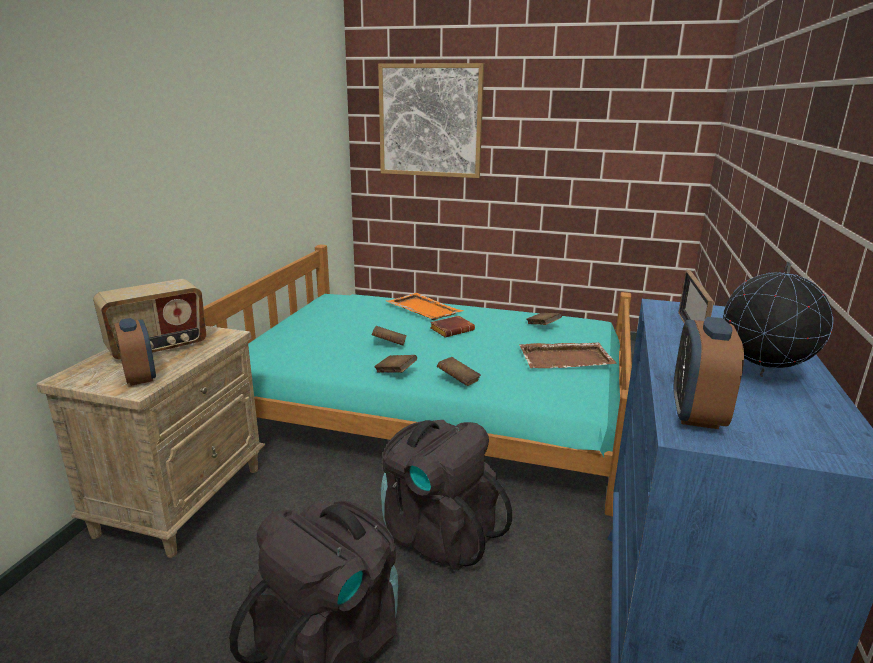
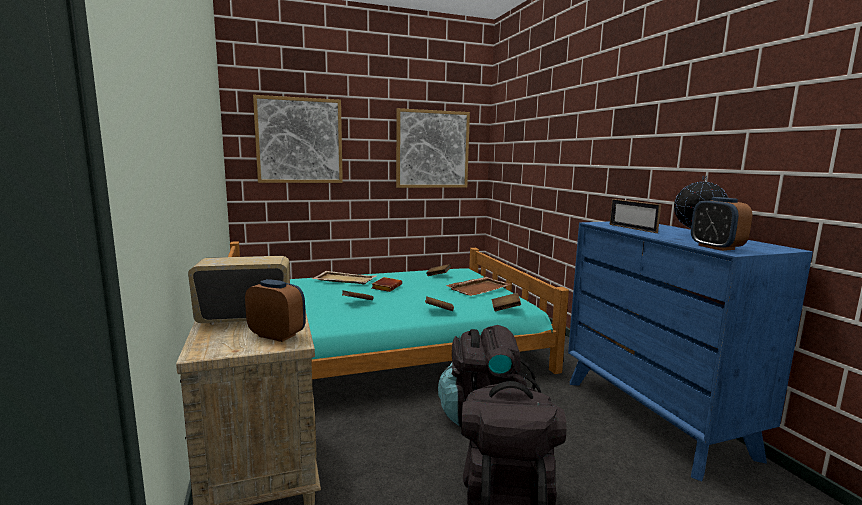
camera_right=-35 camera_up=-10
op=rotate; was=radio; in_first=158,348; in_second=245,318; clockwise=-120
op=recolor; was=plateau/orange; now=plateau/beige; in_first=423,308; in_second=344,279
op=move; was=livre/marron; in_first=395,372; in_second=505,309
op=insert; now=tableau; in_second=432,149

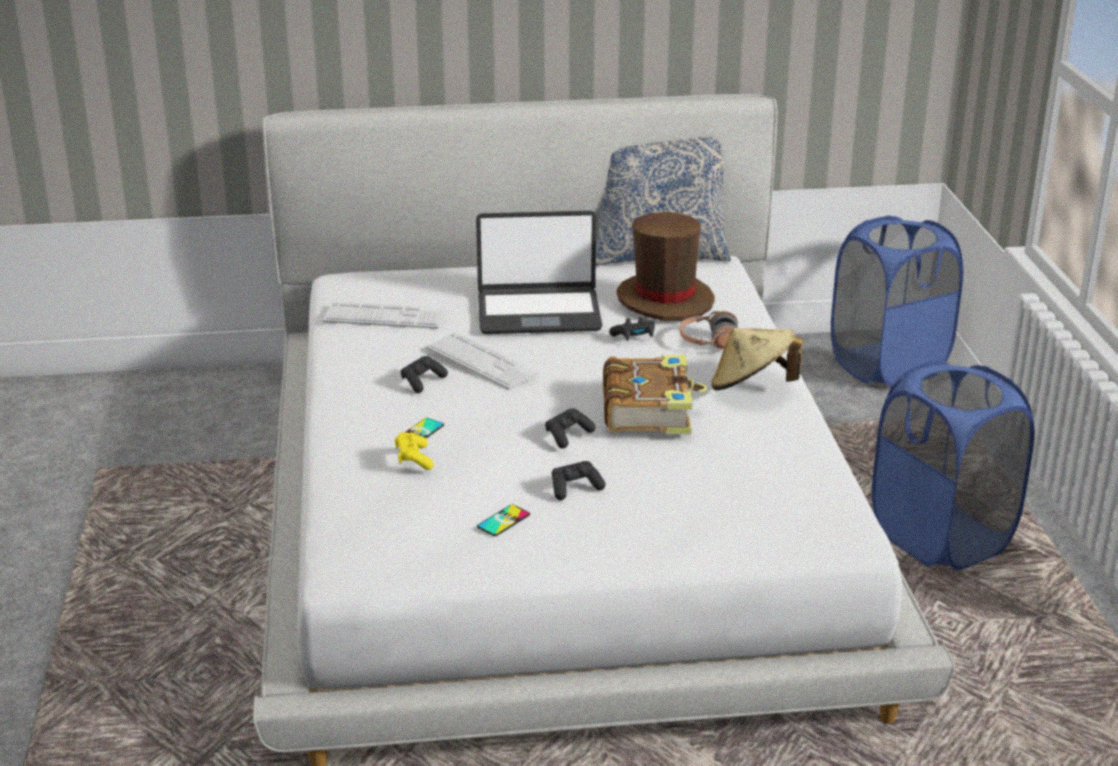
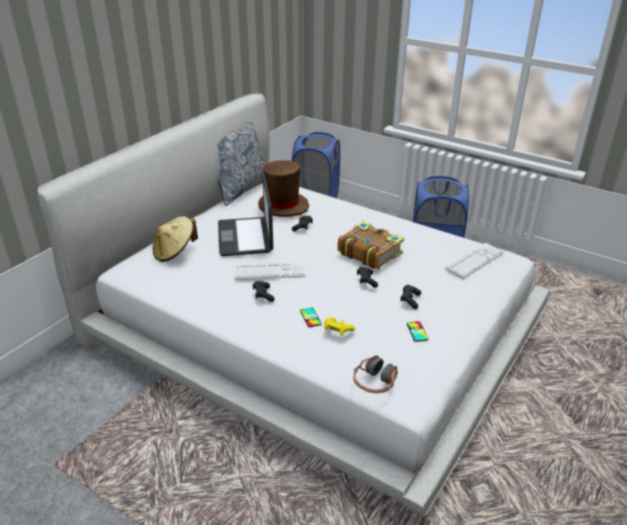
camera_right=-50 camera_up=5
op=rotate; was=ordinateur portable; in_first=538,313; in_second=246,237; clockwise=135
op=move; was=clavier; in_first=384,317; in_second=474,261
op=move; was=casque audio; in_first=708,342; in_second=374,382
op=move; was=chapeau/beige; in_first=751,387; in_second=175,252

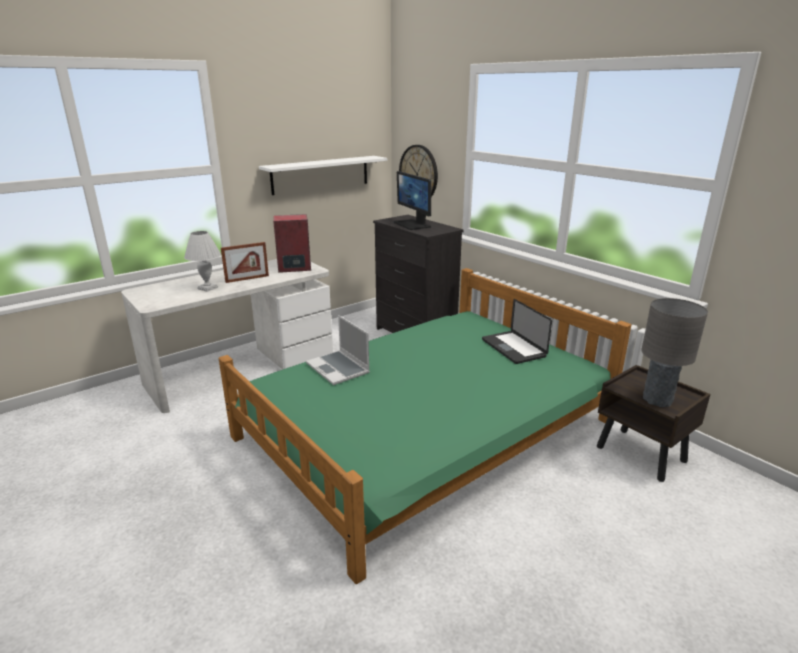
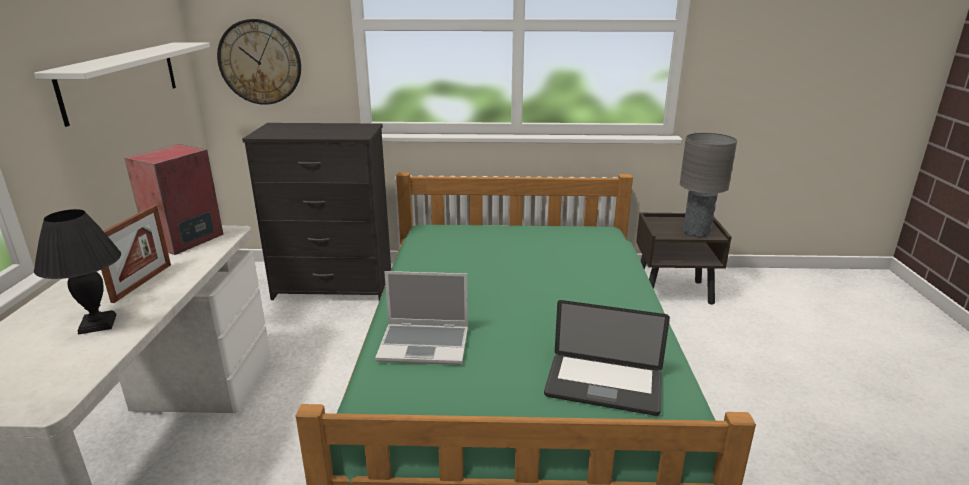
camera_right=-50 camera_up=0
op=delete; was=écran d'ordinateur; in_first=412,224
op=recolor; was=lampe de table/blanc; now=lampe de table/noir; in_first=207,288; in_second=96,324
op=move; was=ordinateur portable; in_first=513,348; in_second=603,385

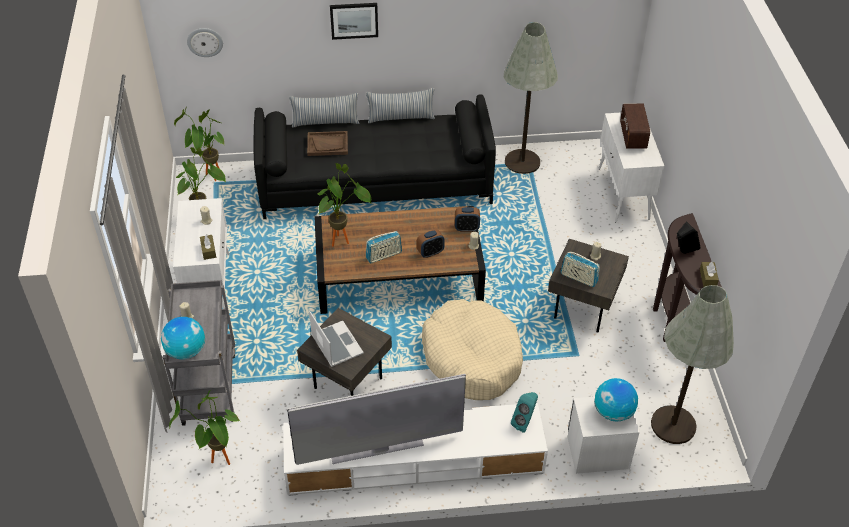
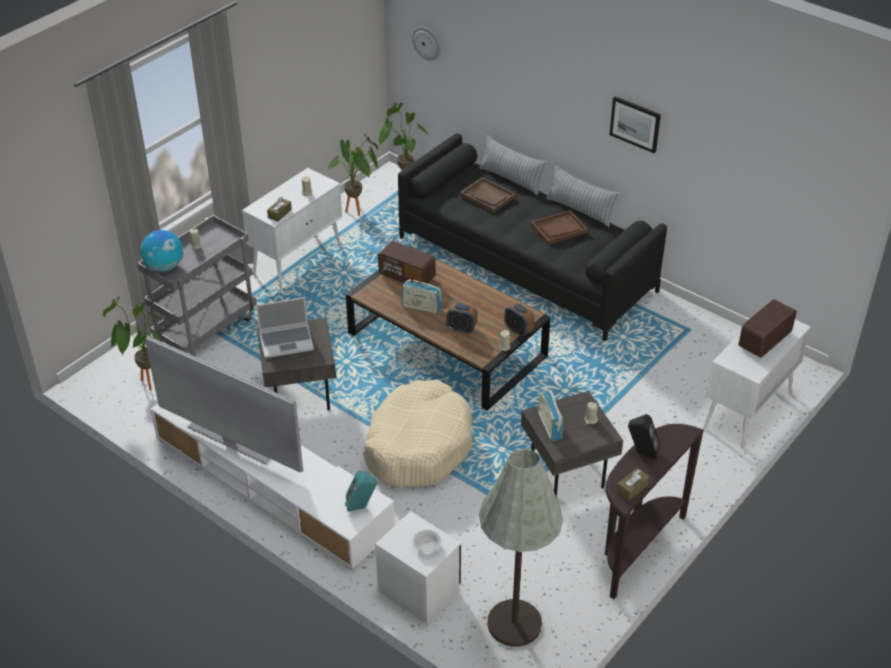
camera_right=45 camera_up=-5
op=move; was=tableau; in_first=354,20; in_second=635,124
op=delete; was=lampadaire/gris; in_first=522,162
op=replace; was=plante en pot; now=radio; in_first=343,240; in_second=407,276
op=rotate; was=ordinateur portable; in_first=336,344; in_second=287,341; clockwise=60
op=replace; was=globe; now=bol/blanc; in_first=613,412; in_second=426,546
op=insert; now=plateau/marron; in_second=558,229

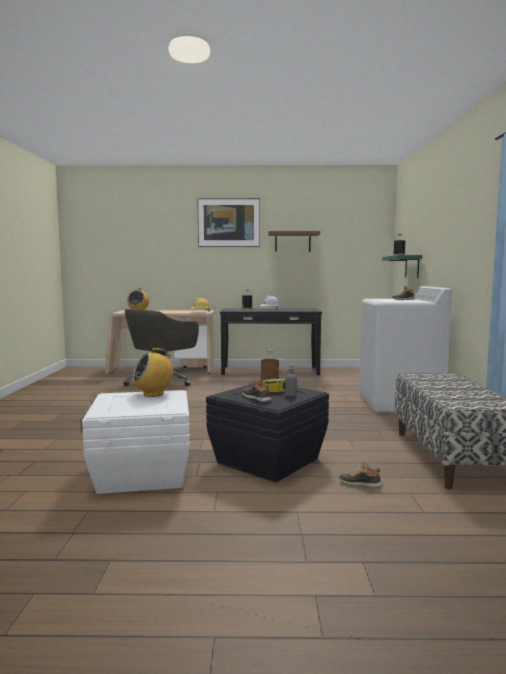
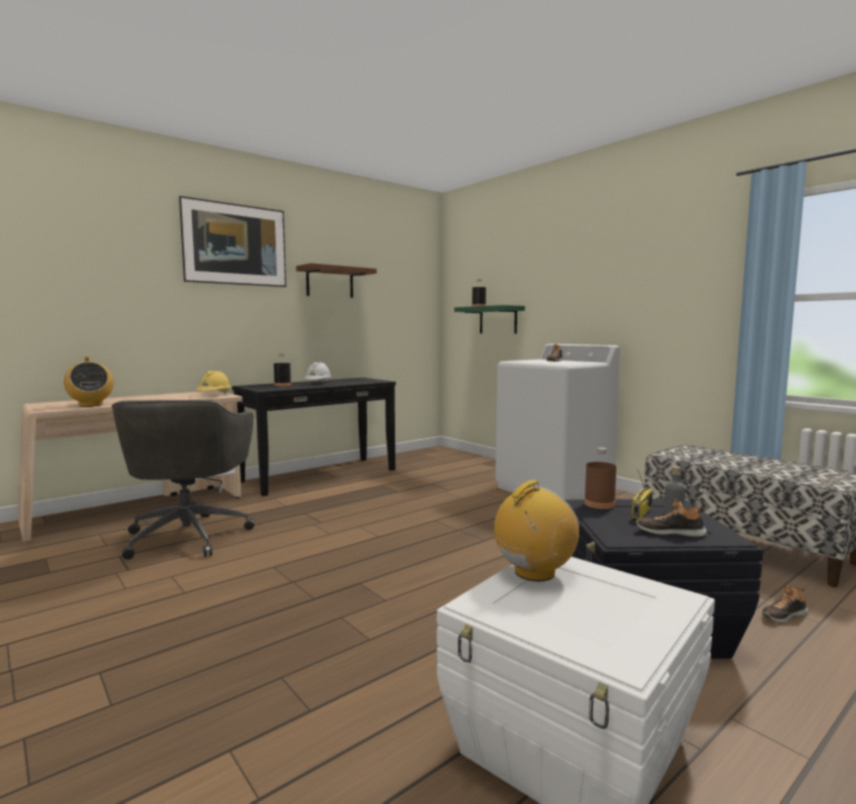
camera_right=-40 camera_up=0
op=rotate; was=radio; in_first=153,394; in_second=534,572; clockwise=-150

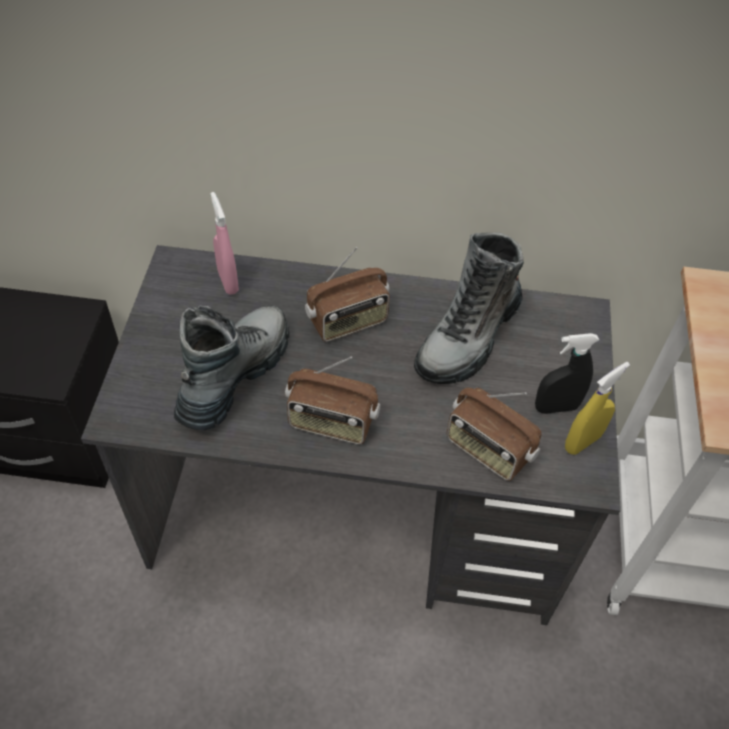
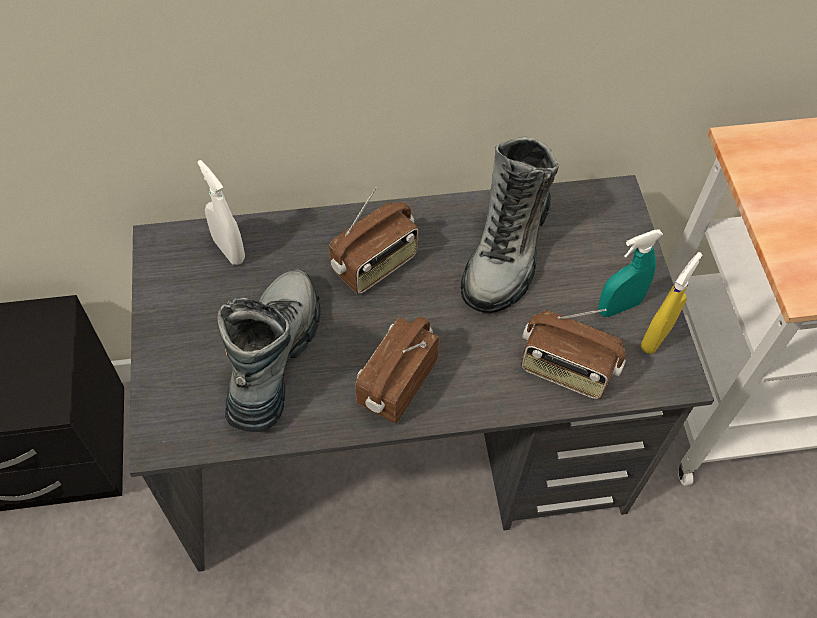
camera_right=-15 camera_up=5
op=recolor; was=vaporisateur/rose; now=vaporisateur/blanc; in_first=228,281; in_second=229,250
op=recolor; was=vaporisateur/noir; now=vaporisateur/turquoise; in_first=556,407; in_second=618,306
op=rotate; was=radio; in_first=331,423; in_second=396,383; clockwise=120

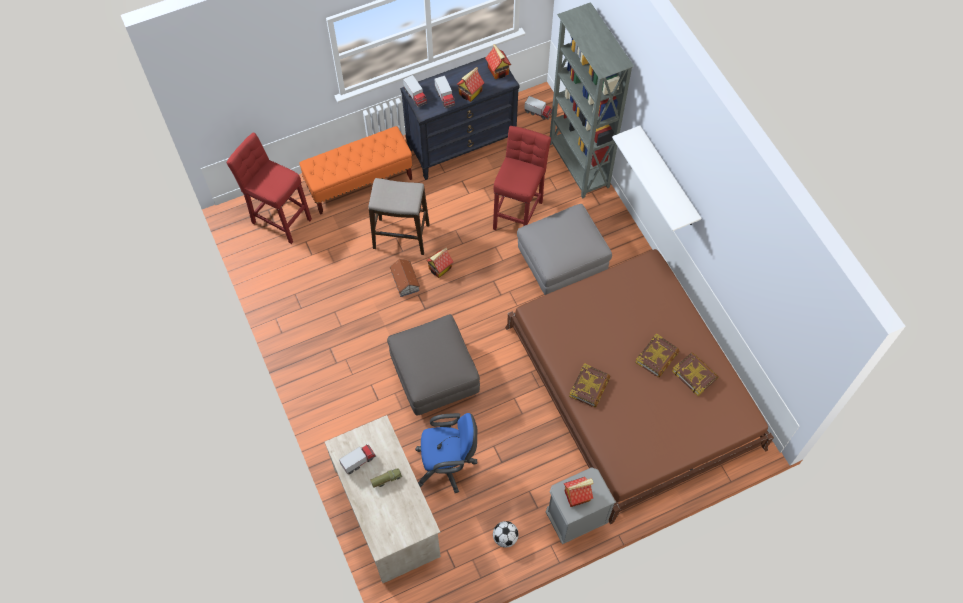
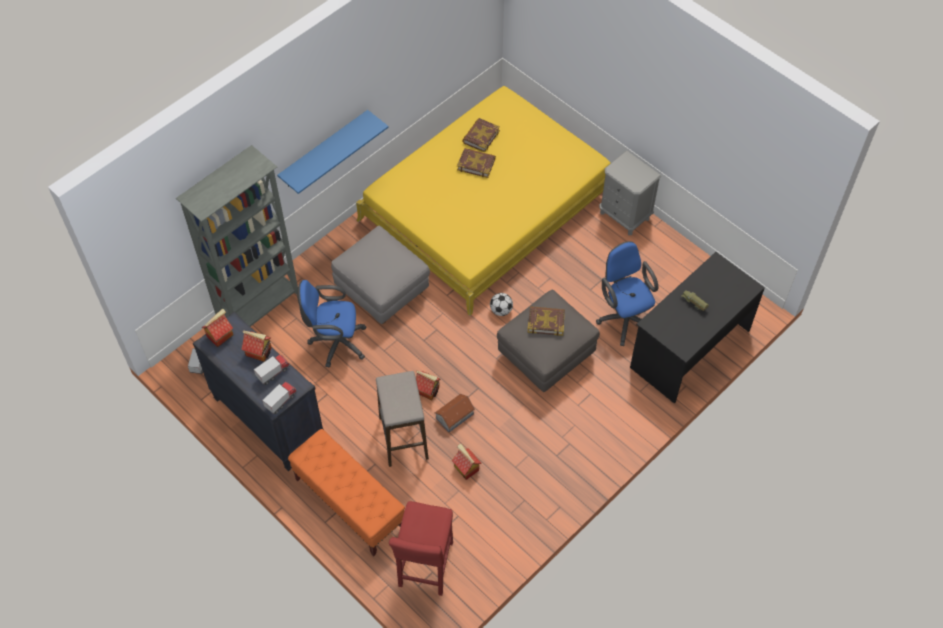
camera_right=-110 camera_up=-5
op=replace; was=tabouret/rouge; now=chaise de bureau/bleu; in_first=518,212; in_second=335,343
op=recolor; was=étagère/blanc; now=étagère/bleu; in_first=668,178; in_second=324,150
op=recolor; was=lit/marron; now=lit/jaune; in_first=632,386; in_second=487,206
op=move; was=livre; in_first=589,387; in_second=546,322
op=recolor; was=bureau/beige; now=bureau/noir; in_first=388,512; in_second=689,348
op=delete; was=camion jouet; in_first=358,461
op=move; was=maison miniature; in_first=577,495; in_second=465,468
op=move; was=ballon de foot; in_first=505,537; in_second=501,310

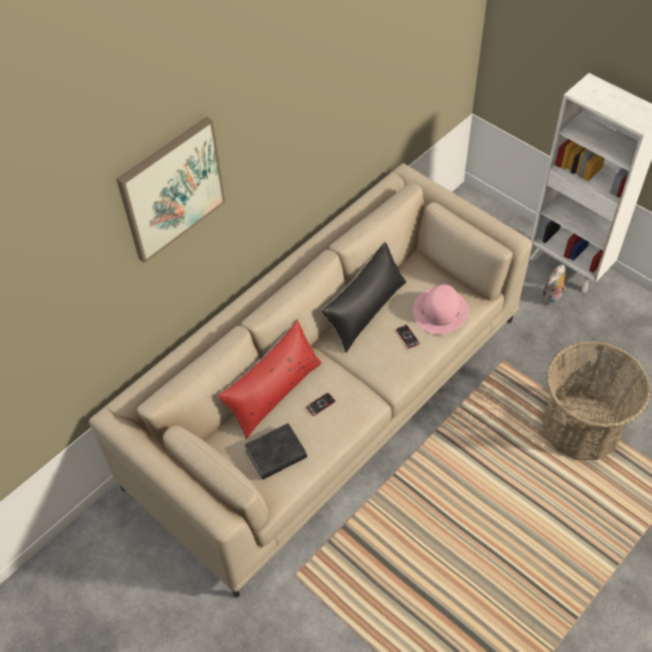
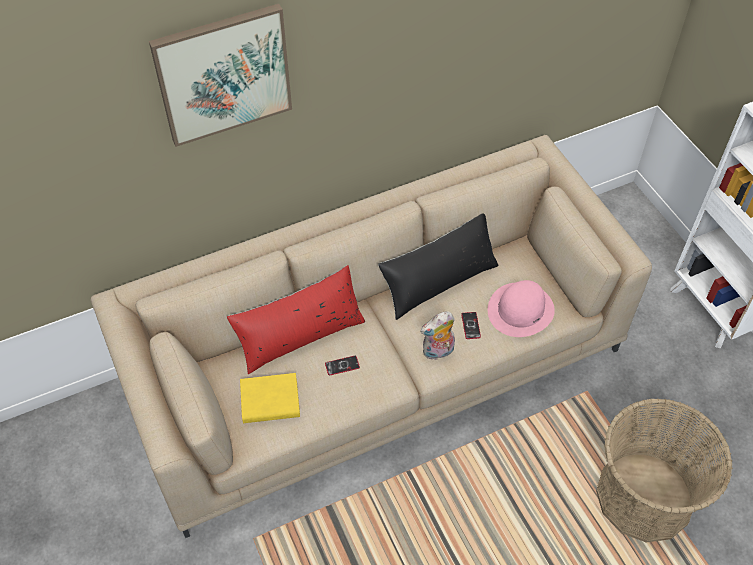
camera_right=20 camera_up=0
op=move; was=peluche; in_first=551,299; in_second=438,352
op=recolor; was=livre/noir; now=livre/jaune; in_first=276,454; in_second=270,401

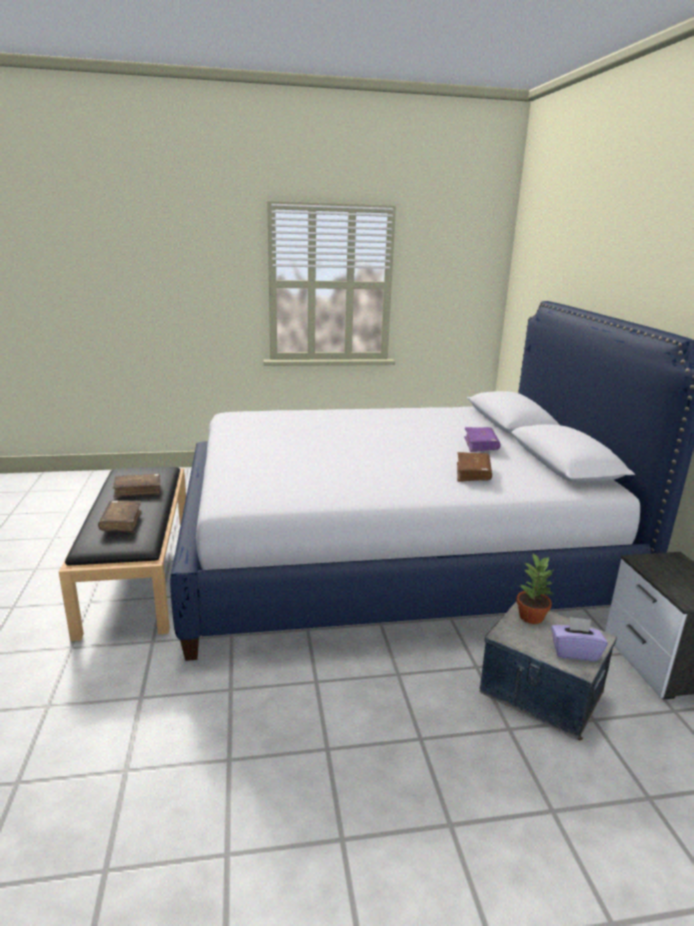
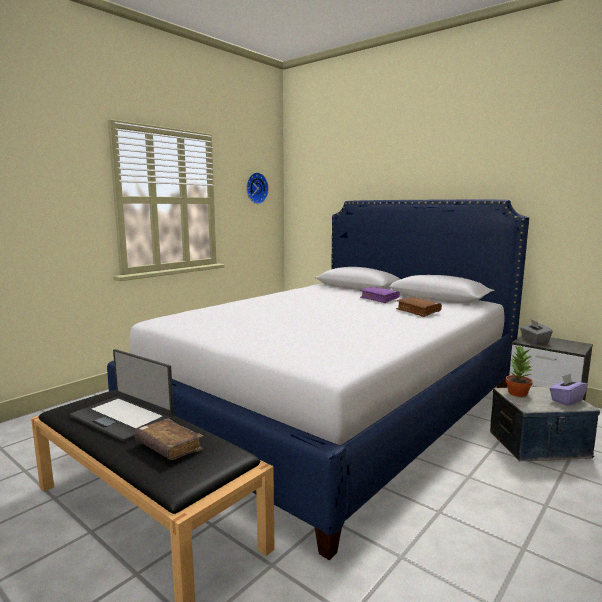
camera_right=-40 camera_up=-10
op=replace; was=livre/marron; now=ordinateur portable; in_first=138,490; in_second=123,417
op=insert; now=horloge murale; in_second=255,188
op=insert; now=boîte à mouchoirs/gris; in_second=534,341

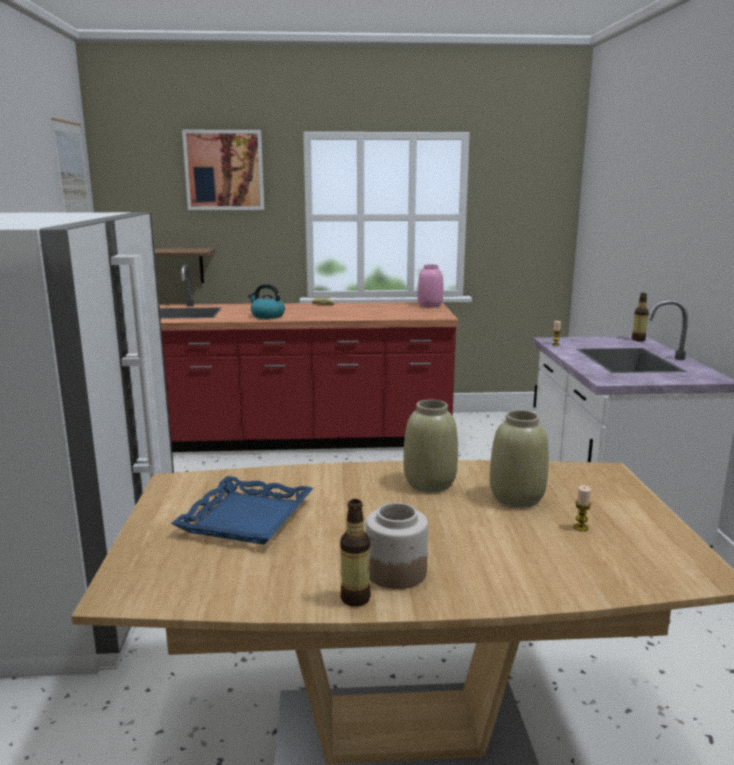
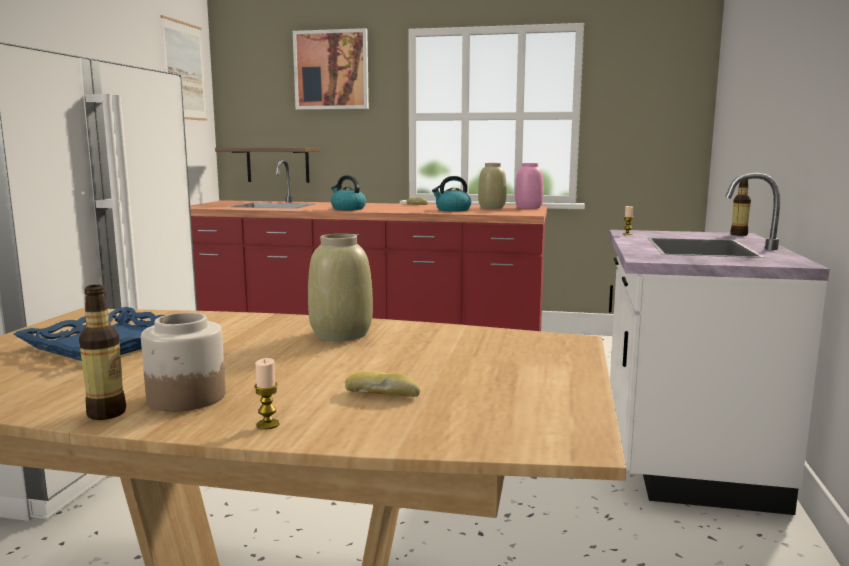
camera_right=15 camera_up=-5
op=move; was=vase/beige; in_first=515,498; in_second=491,207
op=move; was=bougie; in_first=580,527; in_second=267,425
op=insert; now=bouilloire; in_second=452,210
op=insert; now=pain; in_second=382,394

